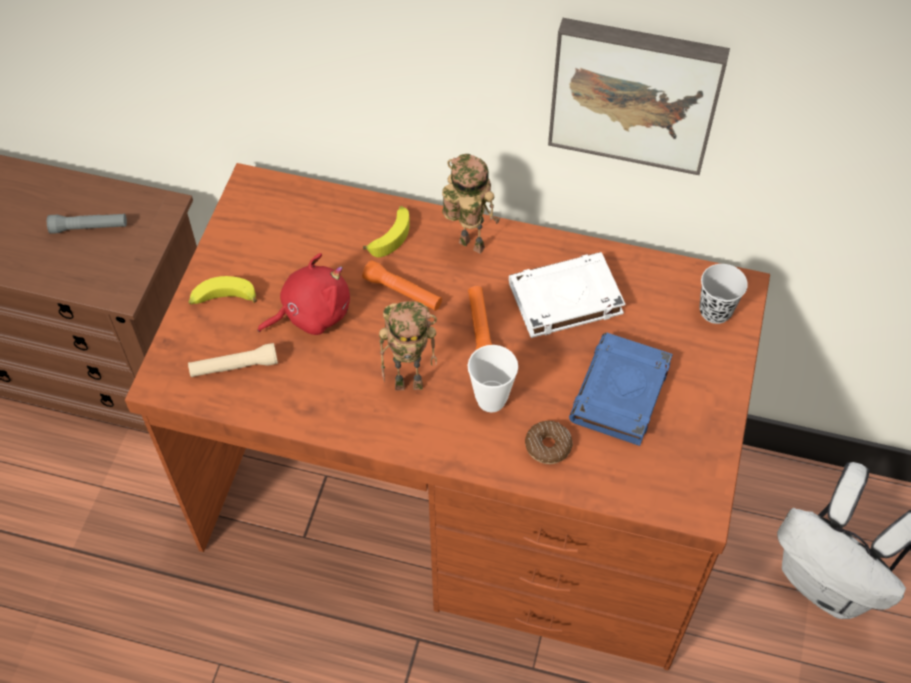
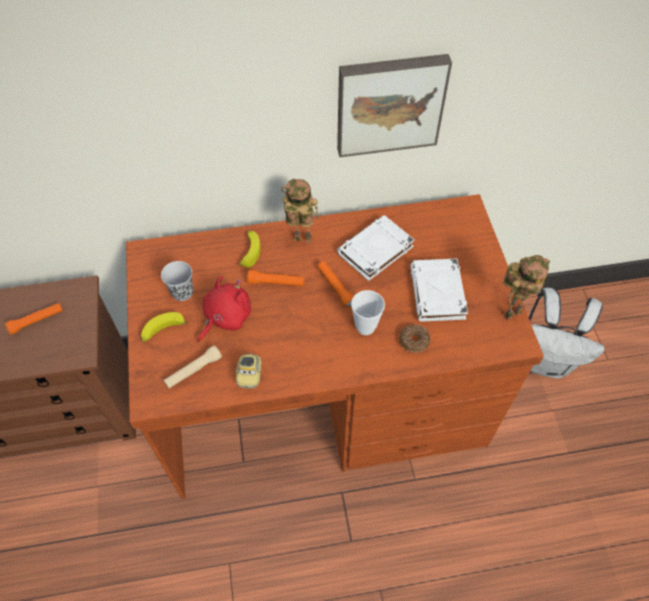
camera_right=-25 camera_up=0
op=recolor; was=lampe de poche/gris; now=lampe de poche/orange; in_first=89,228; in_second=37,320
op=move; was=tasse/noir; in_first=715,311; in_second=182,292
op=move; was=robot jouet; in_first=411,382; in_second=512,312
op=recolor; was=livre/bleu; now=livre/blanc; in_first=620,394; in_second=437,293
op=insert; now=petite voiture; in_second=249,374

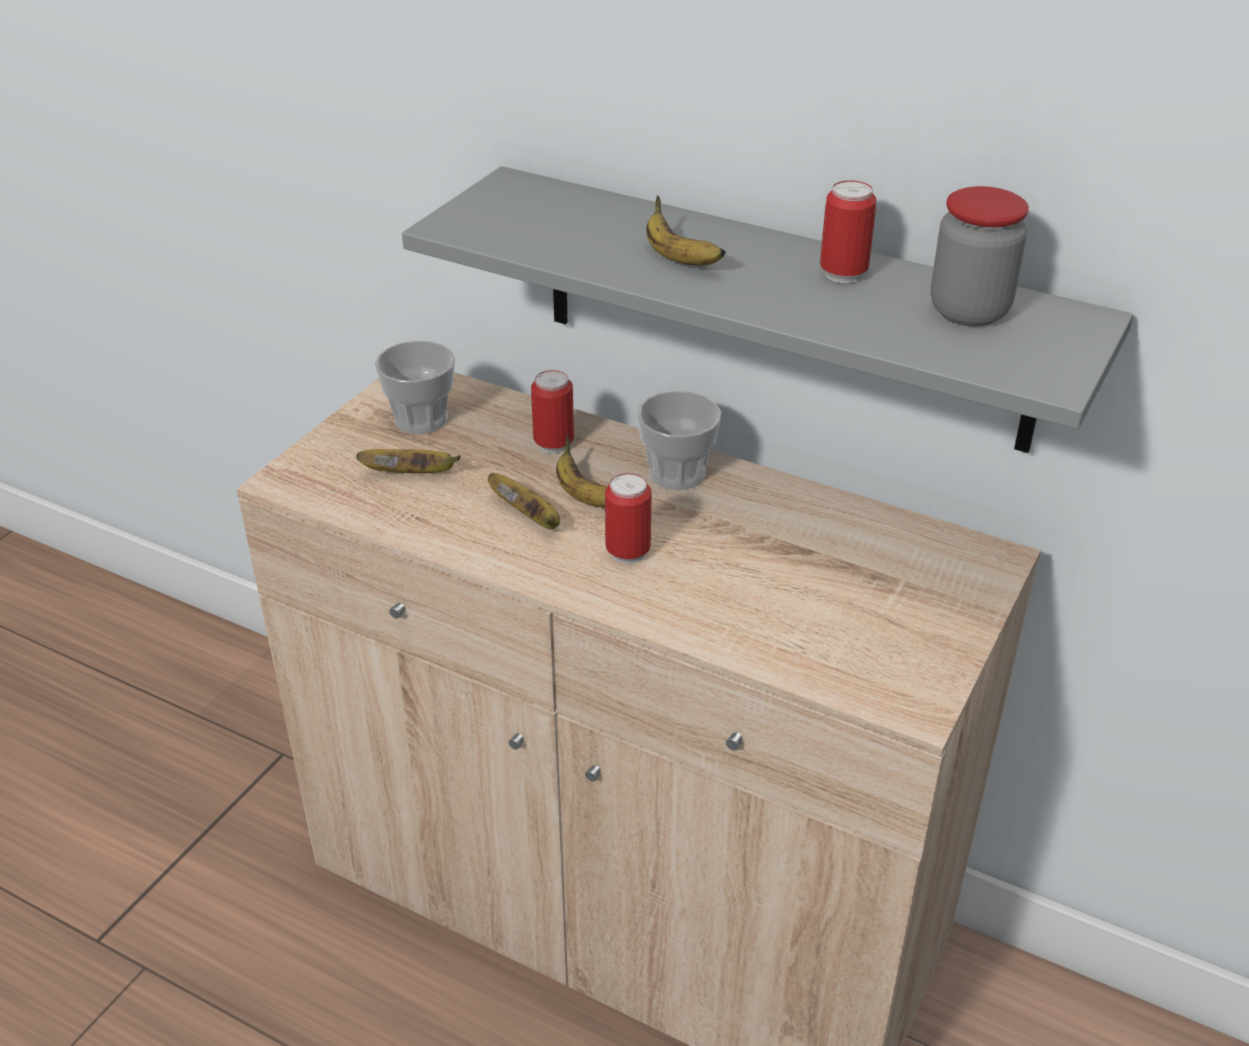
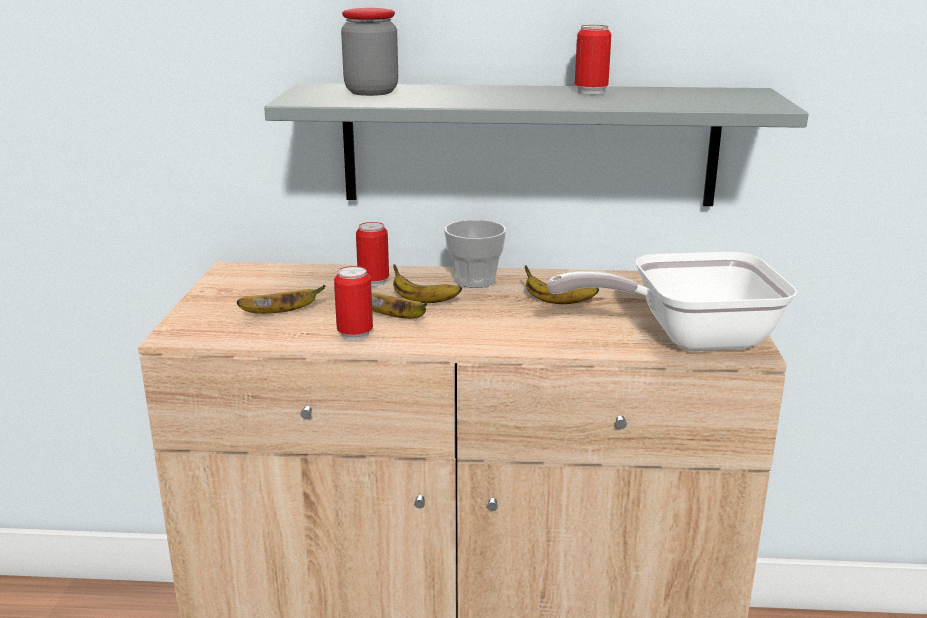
camera_right=-25 camera_up=-15
op=move; was=bocal; in_first=969,311; in_second=371,92
op=move; was=banane; in_first=678,258; in_second=556,302
op=delete; was=tasse; in_first=421,419
op=move; was=boîte métallique; in_first=628,552; in_second=355,334
op=insert; now=poêle; in_second=687,338

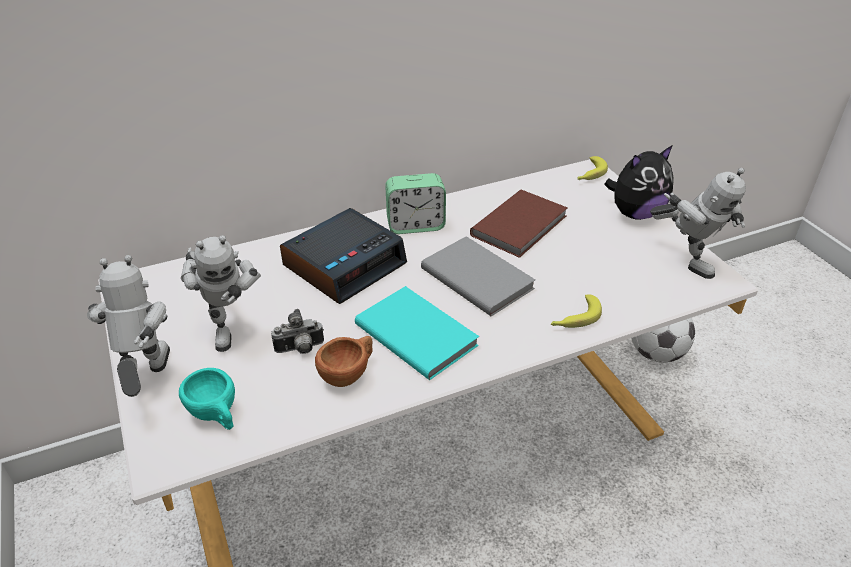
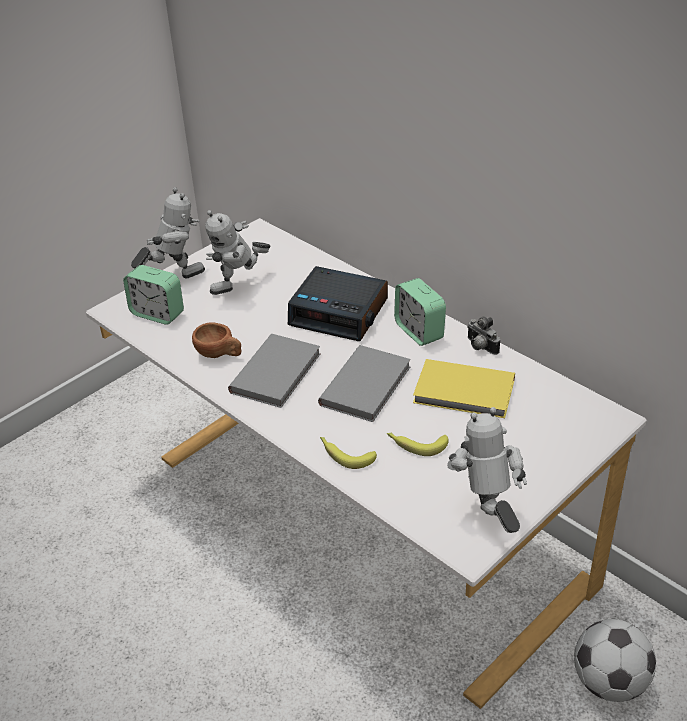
camera_right=70 camera_up=0
op=delete; was=peluche; in_first=635,213
op=move; was=banane; in_first=589,174; in_second=416,444
op=rotate; was=robot jouet; in_first=686,260; in_second=487,518; clockwise=135
op=recolor; was=livre/marron; now=livre/jaune; in_first=521,226; in_second=465,393
op=recolor; was=livre/turquoise; now=livre/gris; in_first=417,333; in_second=278,373
op=move; was=appareil photo; in_first=300,349; in_second=480,347
op=replace; was=tasse/turquoise; now=réveil; in_first=216,414; in_second=157,314

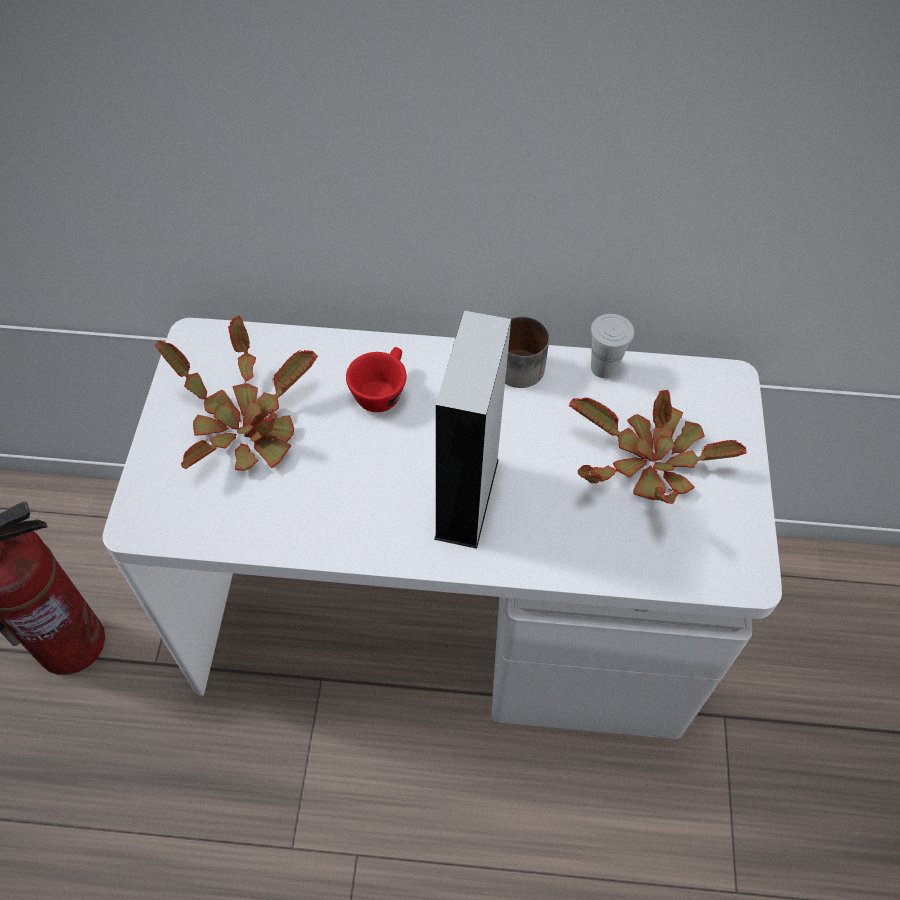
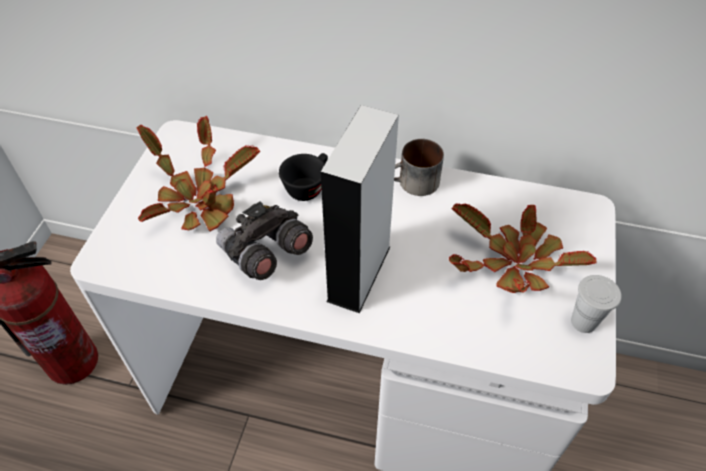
camera_right=10 camera_up=-5
op=move; was=tasse/blanc; in_first=603,367; in_second=583,322
op=recolor; was=tasse/rouge; now=tasse/noir; in_first=381,391; in_second=308,186
op=insert; now=jumelles/gris; in_second=265,253

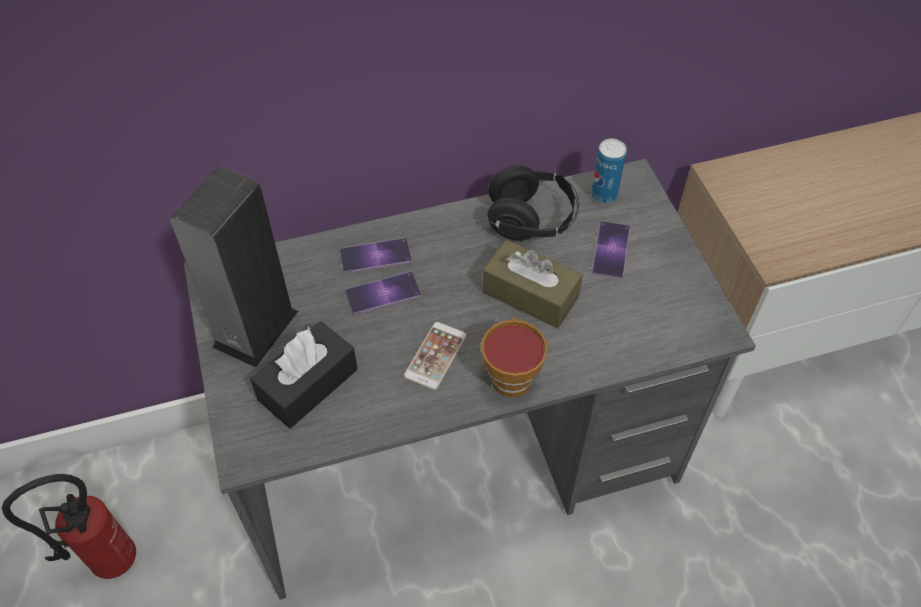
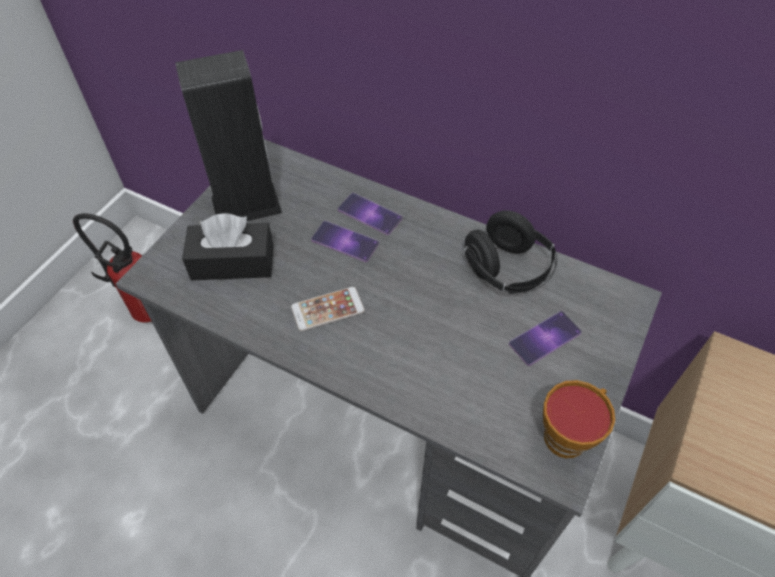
camera_right=45 camera_up=0
op=delete; was=boîte métallique; in_first=604,194
op=delete; was=boîte à mouchoirs/marron; in_first=530,294
op=move; was=tasse; in_first=510,374; in_second=568,434

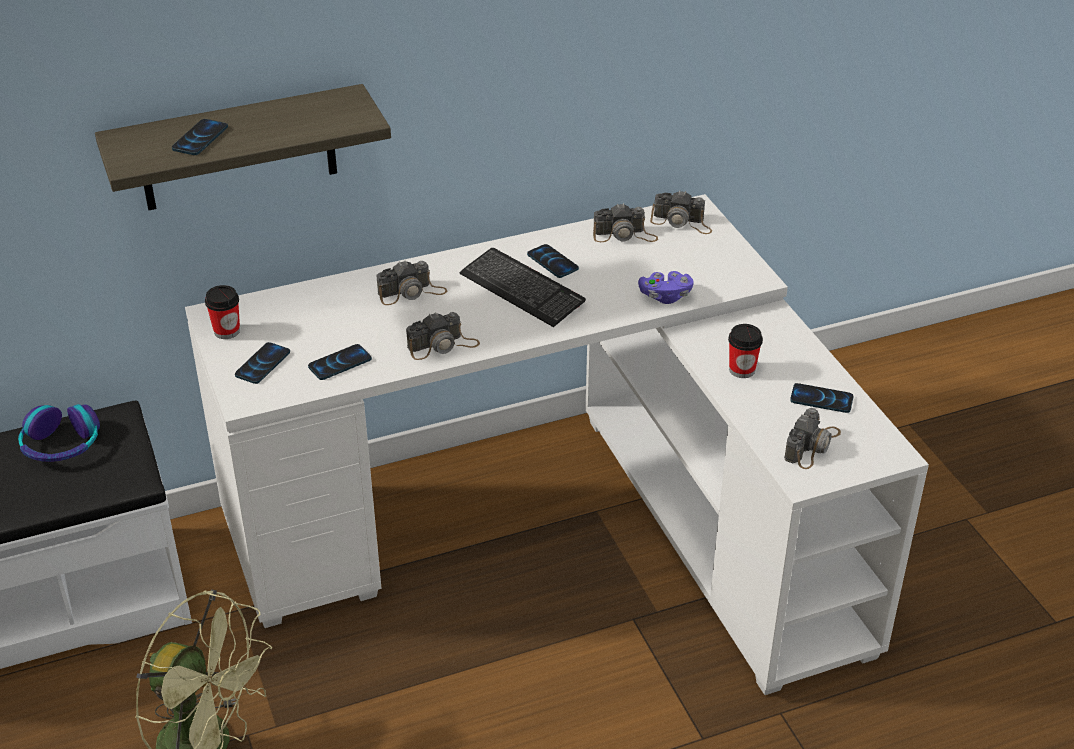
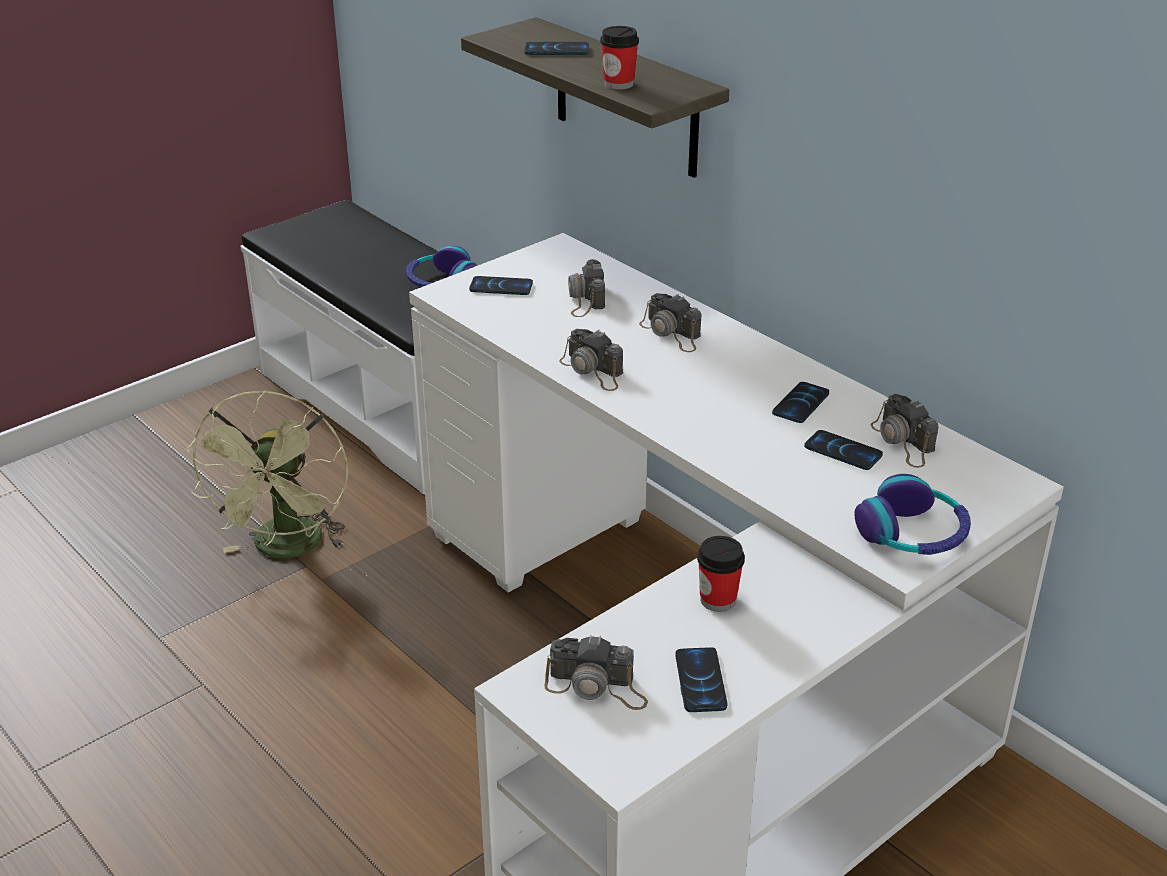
camera_right=70 camera_up=-5
op=move; was=appareil photo; in_first=682,222; in_second=585,298
op=delete; was=clavier; in_first=522,289
op=delete; was=manette/violet; in_first=665,296
op=move; was=tasse; in_first=227,331; in_second=618,84
op=move; was=téléphone; in_first=340,363; in_second=843,451
op=insert; now=casque audio; in_second=912,534

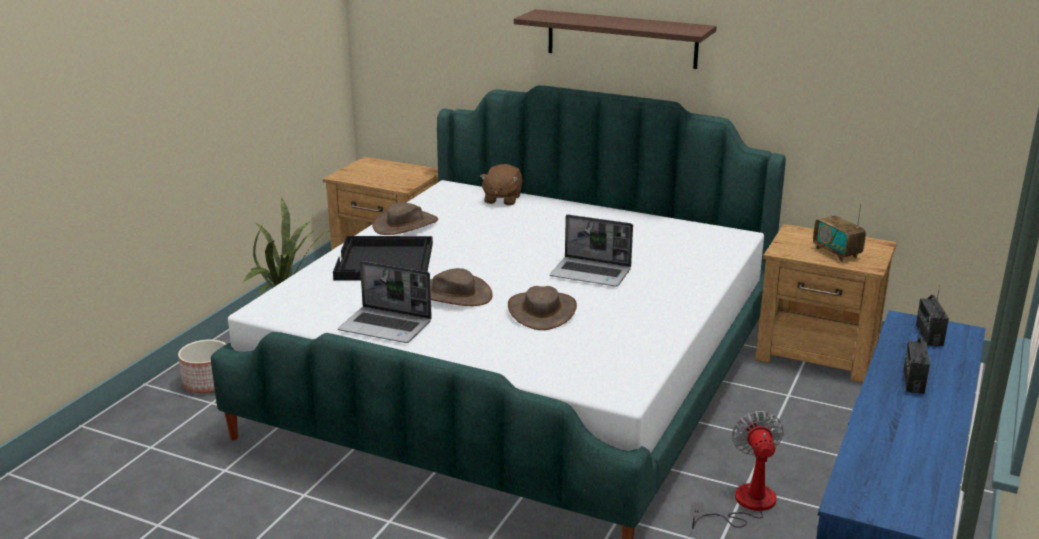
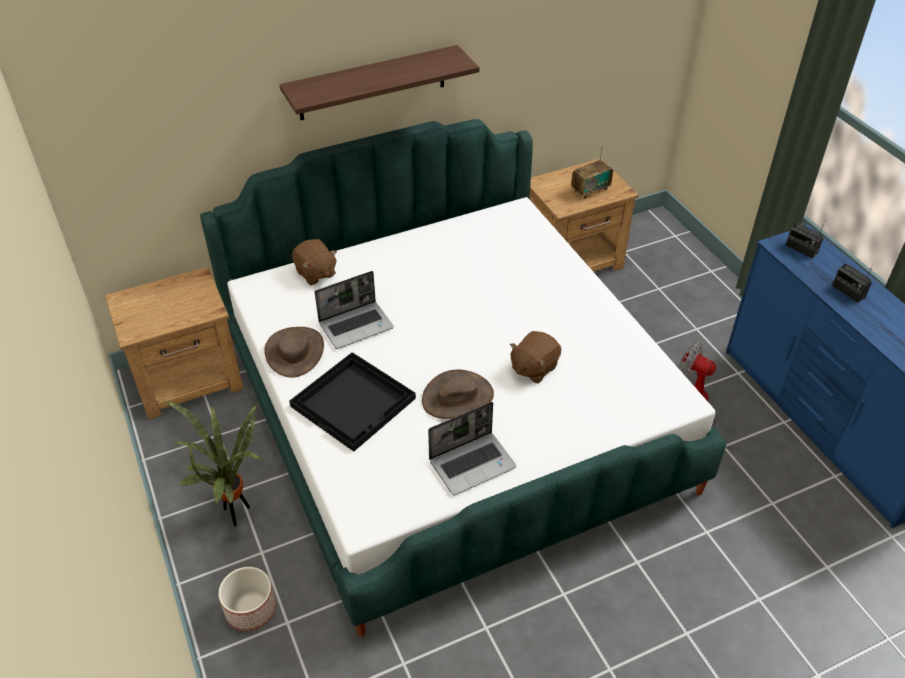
camera_right=-50 camera_up=20
op=rotate; was=radio; in_first=836,253; in_second=590,190; clockwise=-45
op=move; was=ordinateur portable; in_first=591,273; in_second=356,325
op=replace; was=chapeau/marron; now=peluche/marron; in_first=542,311; in_second=533,368

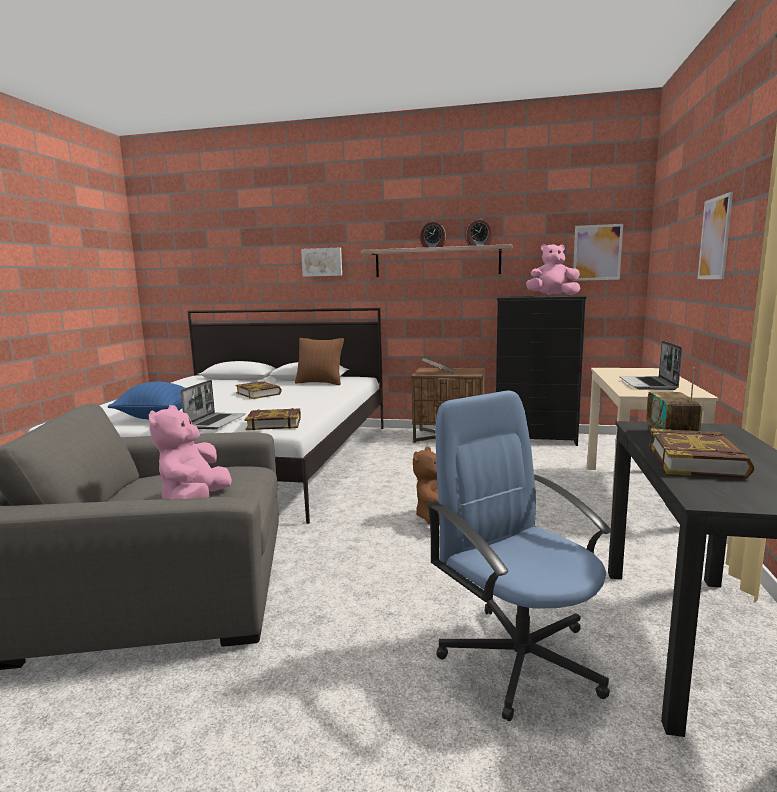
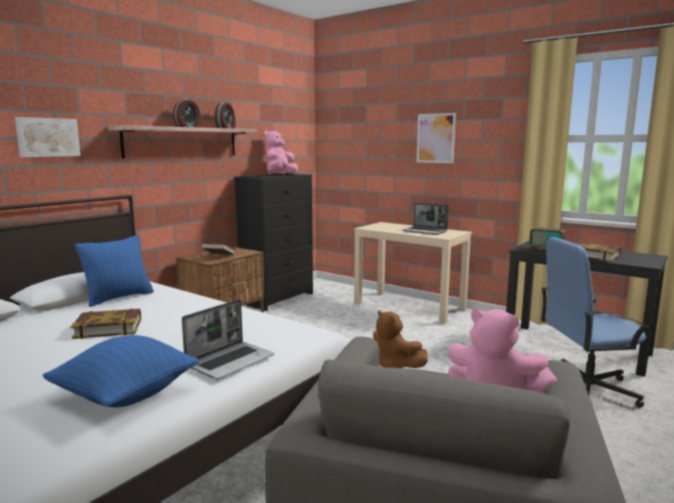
camera_right=-65 camera_up=0
op=delete; was=tableau; in_first=597,252
op=recolor; was=coussin/marron; now=coussin/bleu; in_first=320,383; in_second=119,298
op=rotate; was=ordinateur portable; in_first=215,422; in_second=230,361; clockwise=90
op=delete; was=livre; in_first=274,423

